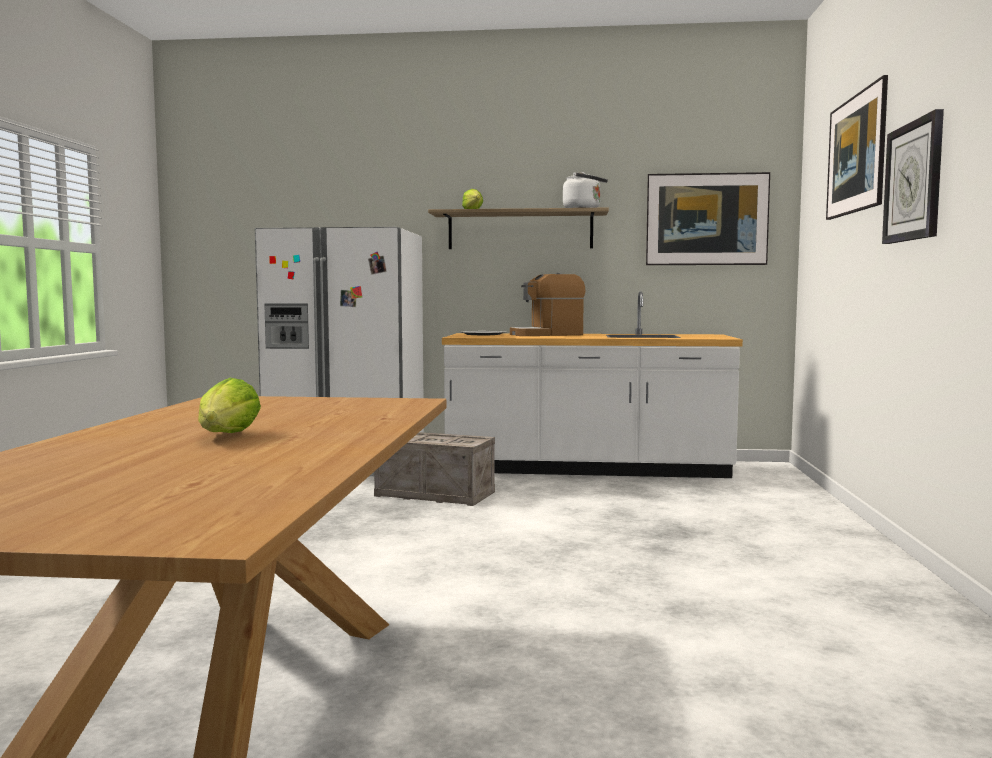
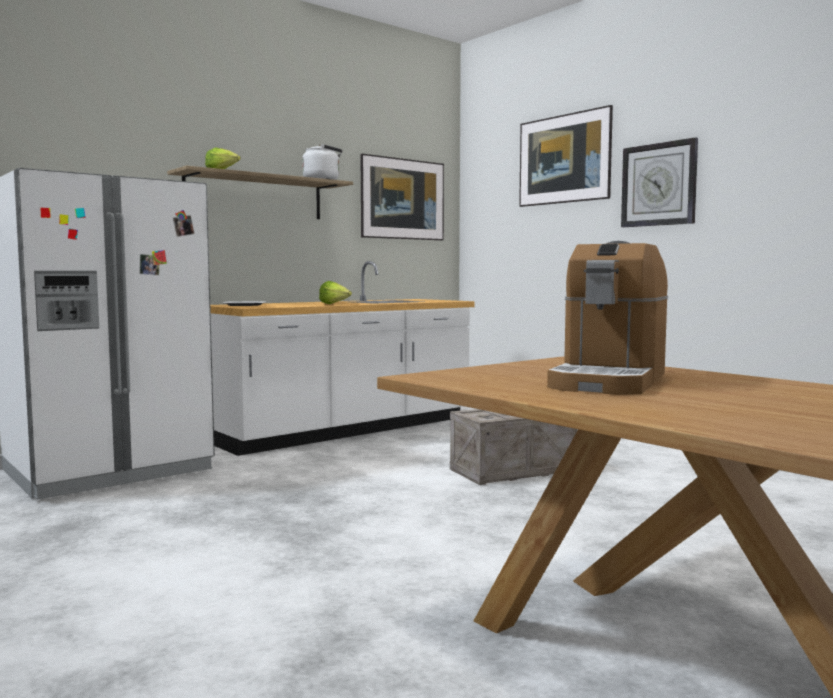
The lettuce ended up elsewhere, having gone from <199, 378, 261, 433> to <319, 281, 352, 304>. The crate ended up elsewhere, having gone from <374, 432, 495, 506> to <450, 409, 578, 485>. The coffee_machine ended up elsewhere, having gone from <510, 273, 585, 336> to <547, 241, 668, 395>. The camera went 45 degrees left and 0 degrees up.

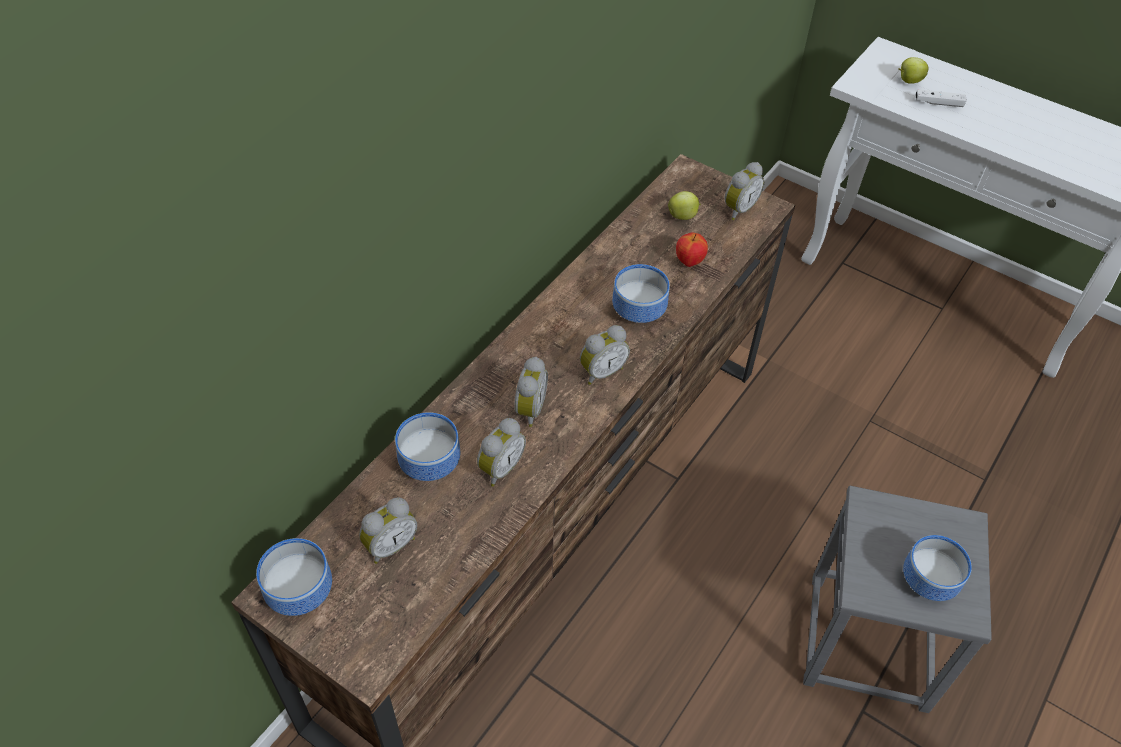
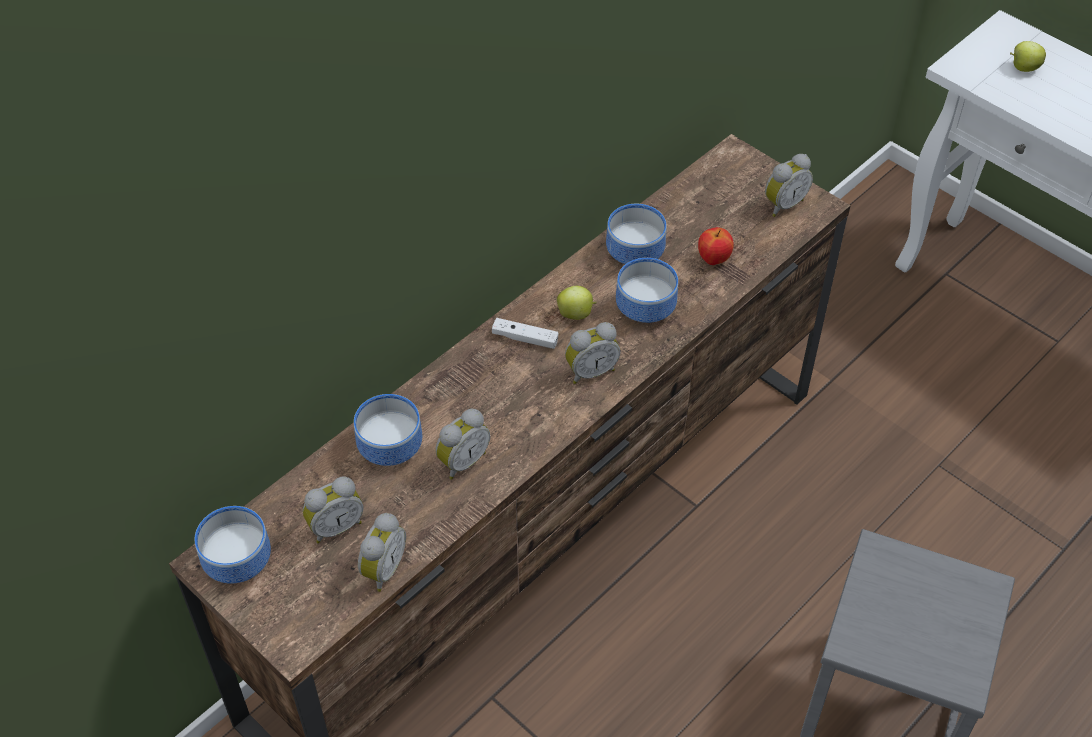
The alarm_clock ended up elsewhere, having gone from <514, 357, 548, 427> to <358, 513, 406, 592>. The white_game_controller ended up elsewhere, having gone from <916, 89, 967, 107> to <492, 318, 558, 349>. The apple ended up elsewhere, having gone from <668, 191, 701, 220> to <557, 286, 597, 320>. The bowl ended up elsewhere, having gone from <903, 535, 972, 601> to <606, 204, 667, 264>. The camera went 10 degrees right and 0 degrees up.

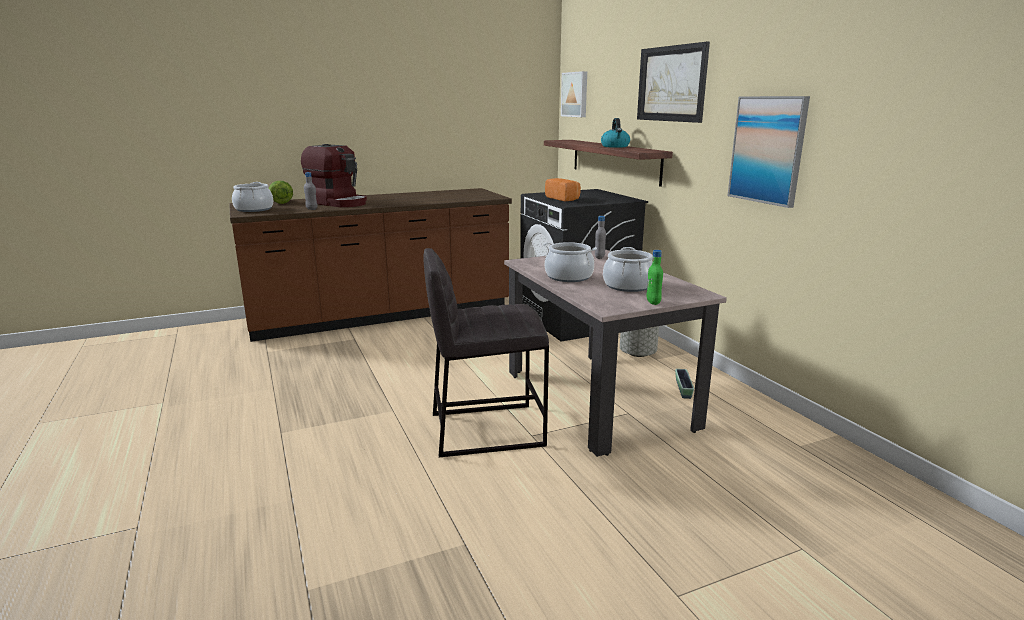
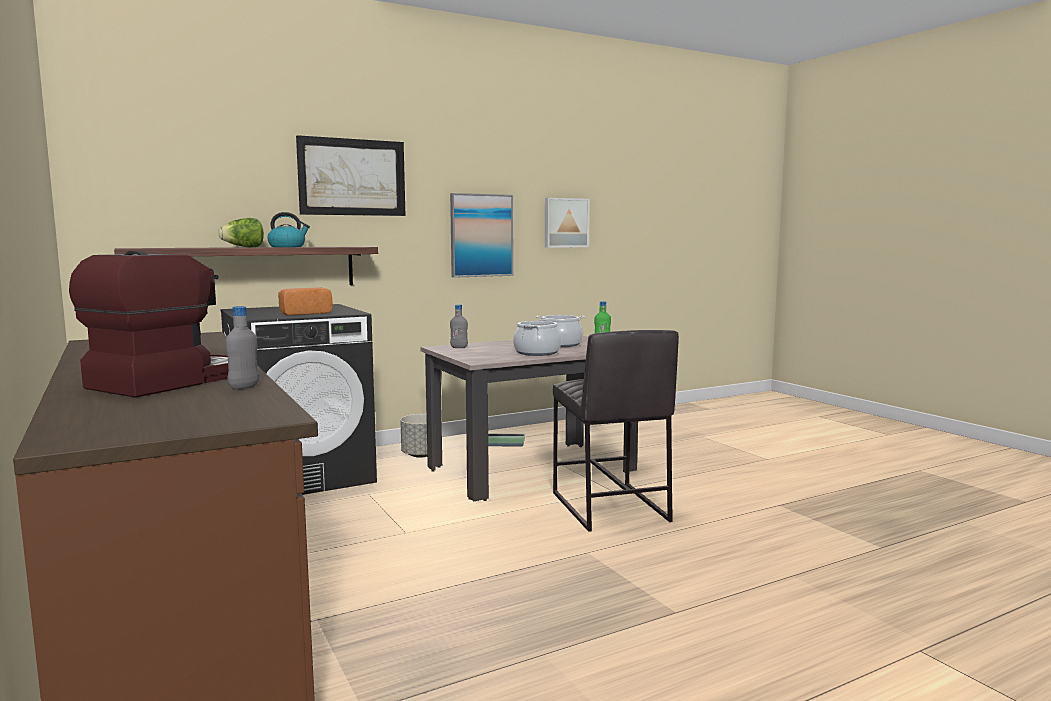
The lettuce ended up elsewhere, having gone from <269, 181, 293, 204> to <219, 218, 264, 247>. The picture ended up elsewhere, having gone from <561, 71, 587, 117> to <545, 198, 589, 248>. The second view lost the cooking_pot at <232, 182, 273, 212>. The camera went 95 degrees left and 10 degrees down.

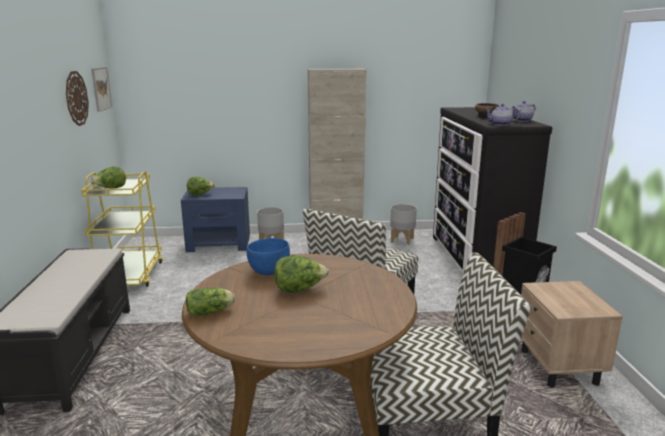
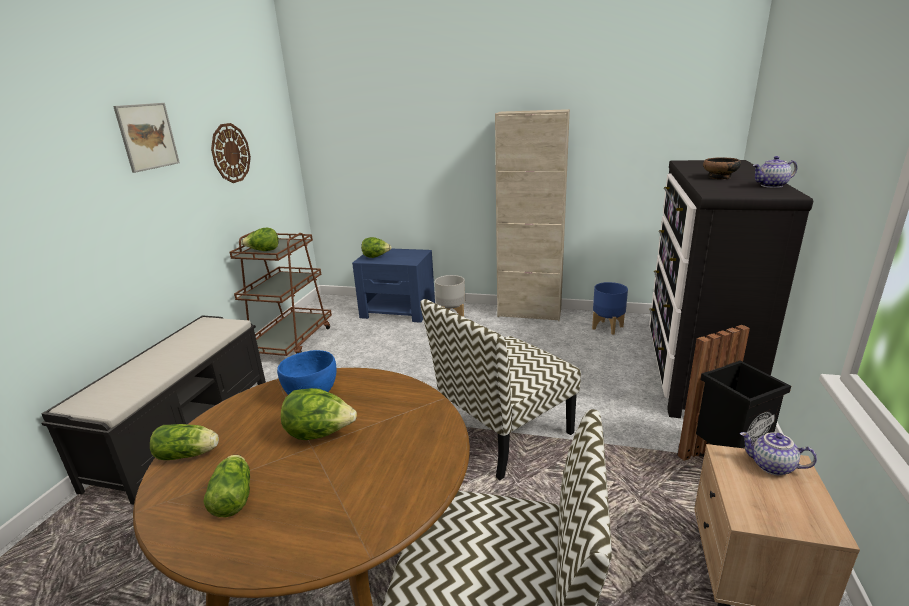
The picture ended up elsewhere, having gone from <91, 67, 112, 112> to <113, 103, 180, 173>. The second view gained the lettuce at <203, 455, 250, 517>. What was the yellow_cart at <81, 171, 163, 287> turned into the brown_cart at <229, 231, 332, 356>. What was the grey_planter at <390, 204, 417, 245> turned into the blue_planter at <592, 282, 628, 335>. The teapot ended up elsewhere, having gone from <485, 104, 520, 126> to <740, 432, 817, 476>. The camera went 20 degrees right and 5 degrees up.

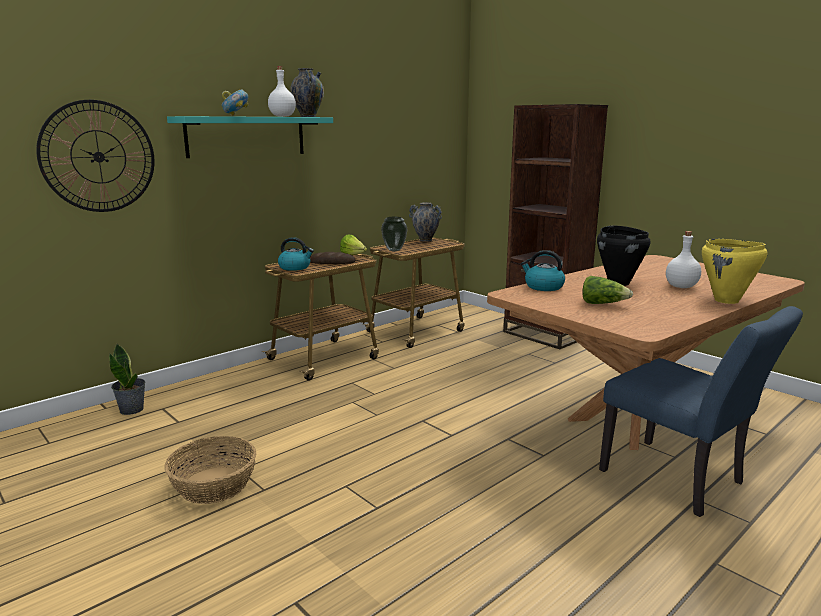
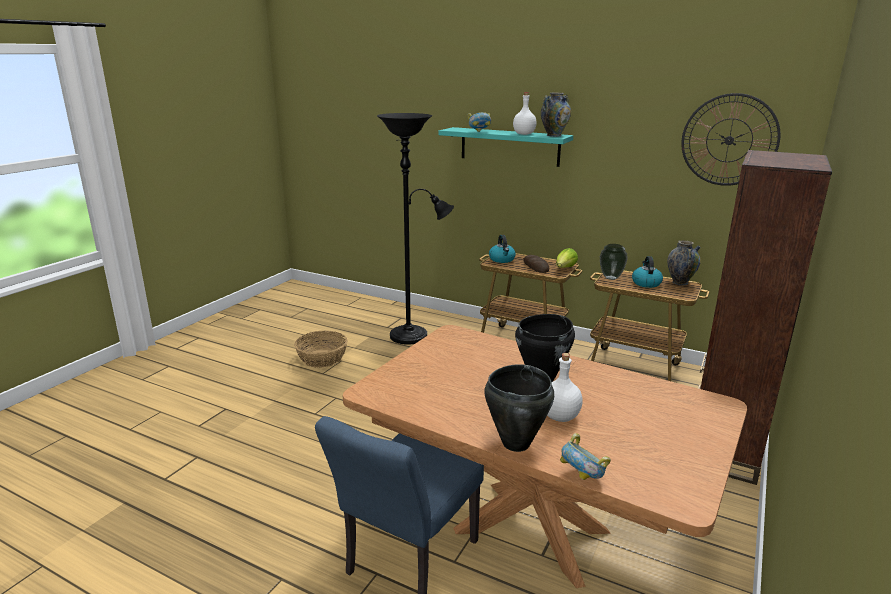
The second view gained the black_floor_lamp at <377, 113, 454, 345>. What was the yellow_cooking_pot at <702, 239, 768, 304> turned into the black_cooking_pot at <484, 364, 554, 452>. The second view gained the bowl at <560, 433, 611, 480>. The kettle ended up elsewhere, having gone from <521, 250, 565, 291> to <632, 256, 663, 288>. The wall_clock ended up elsewhere, having gone from <36, 100, 155, 212> to <681, 93, 781, 186>. The second view lost the potted_plant at <109, 344, 145, 415>. The second view lost the lettuce at <582, 276, 633, 304>. The camera went 70 degrees right and 5 degrees up.

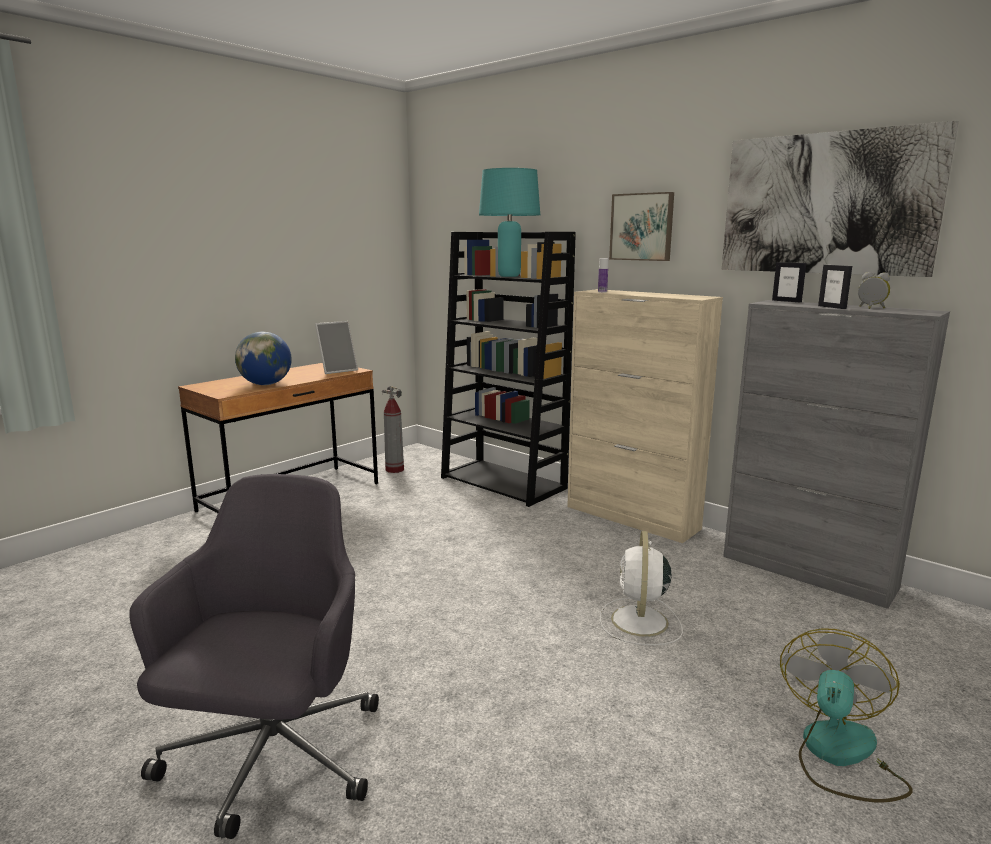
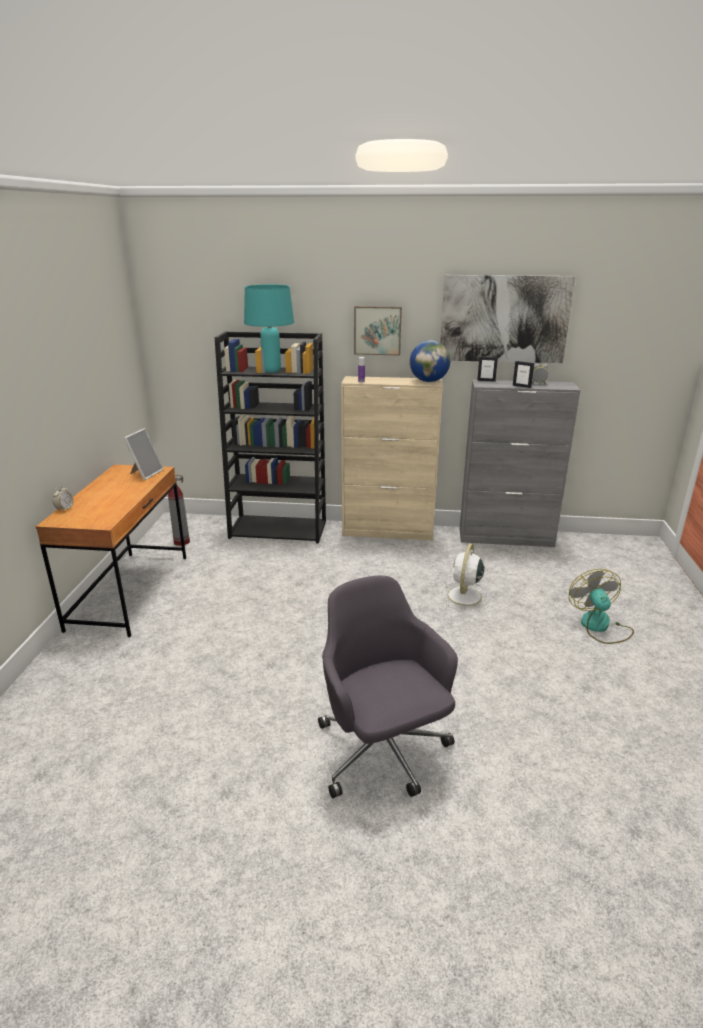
The second view gained the alarm_clock at <53, 486, 74, 511>. The globe ended up elsewhere, having gone from <235, 332, 292, 385> to <410, 340, 450, 382>. The white_fan at <600, 531, 683, 645> ended up facing another way, 45 degrees clockwise from before. The camera went 35 degrees left and 10 degrees up.

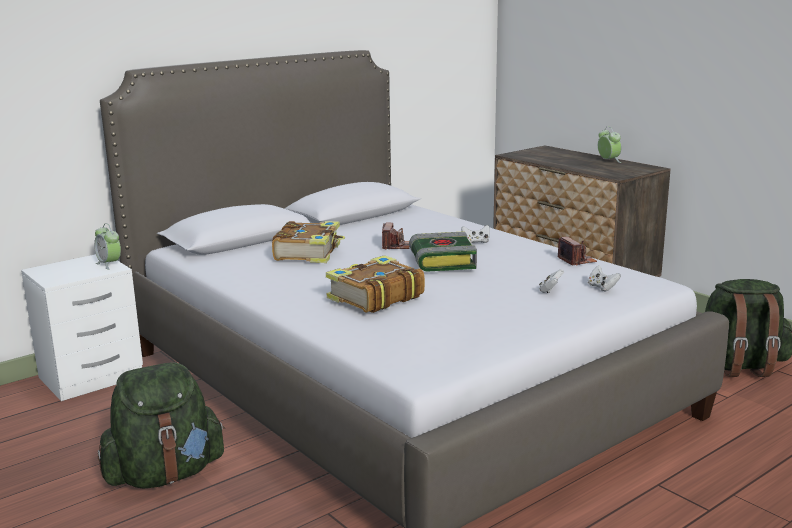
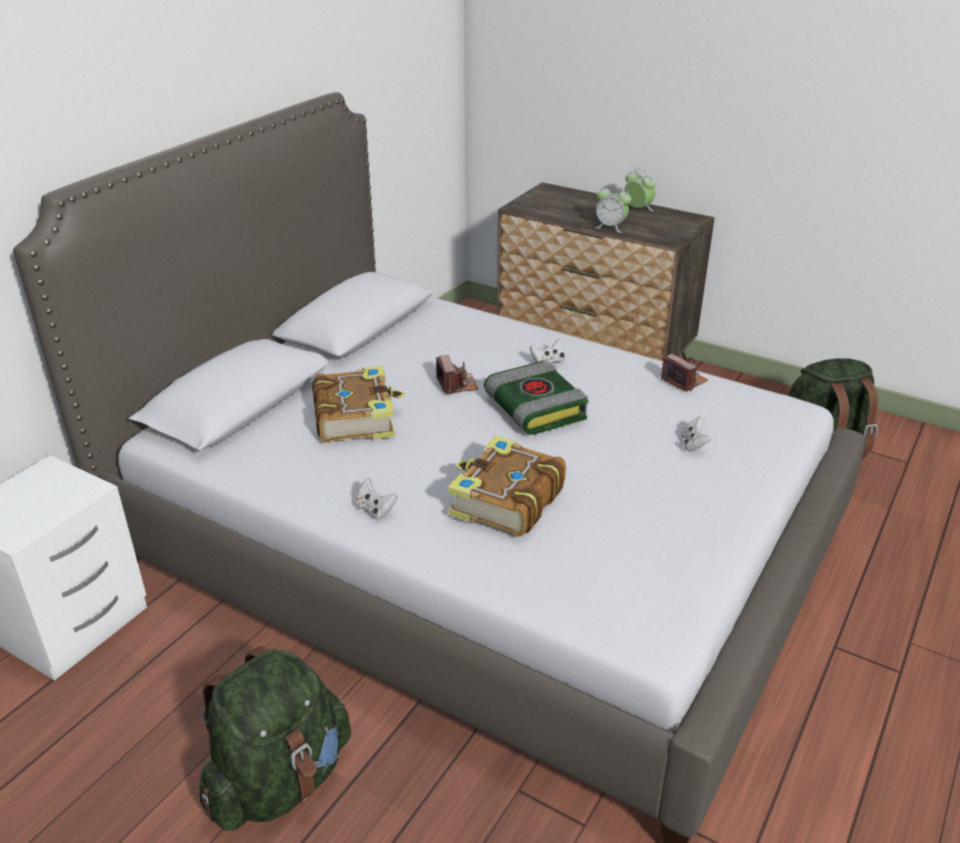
The white_game_controller ended up elsewhere, having gone from <588, 265, 621, 292> to <356, 478, 397, 520>. The alarm_clock ended up elsewhere, having gone from <94, 223, 121, 270> to <594, 184, 631, 233>. The camera went 20 degrees left and 15 degrees up.

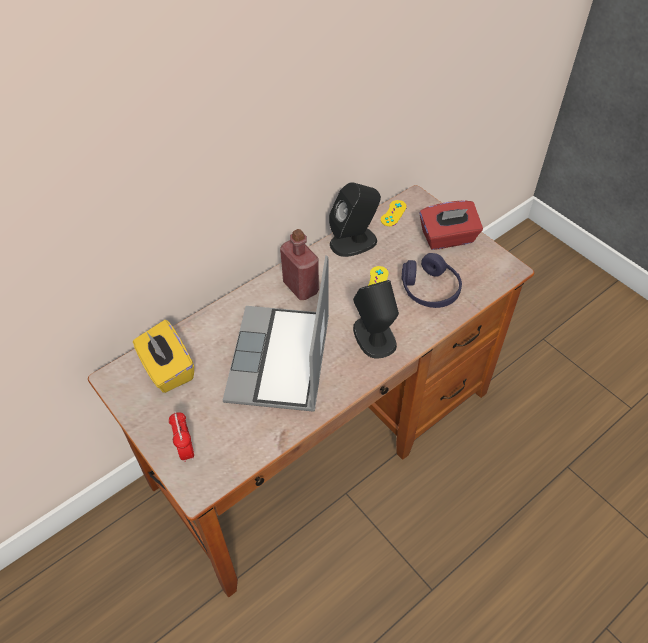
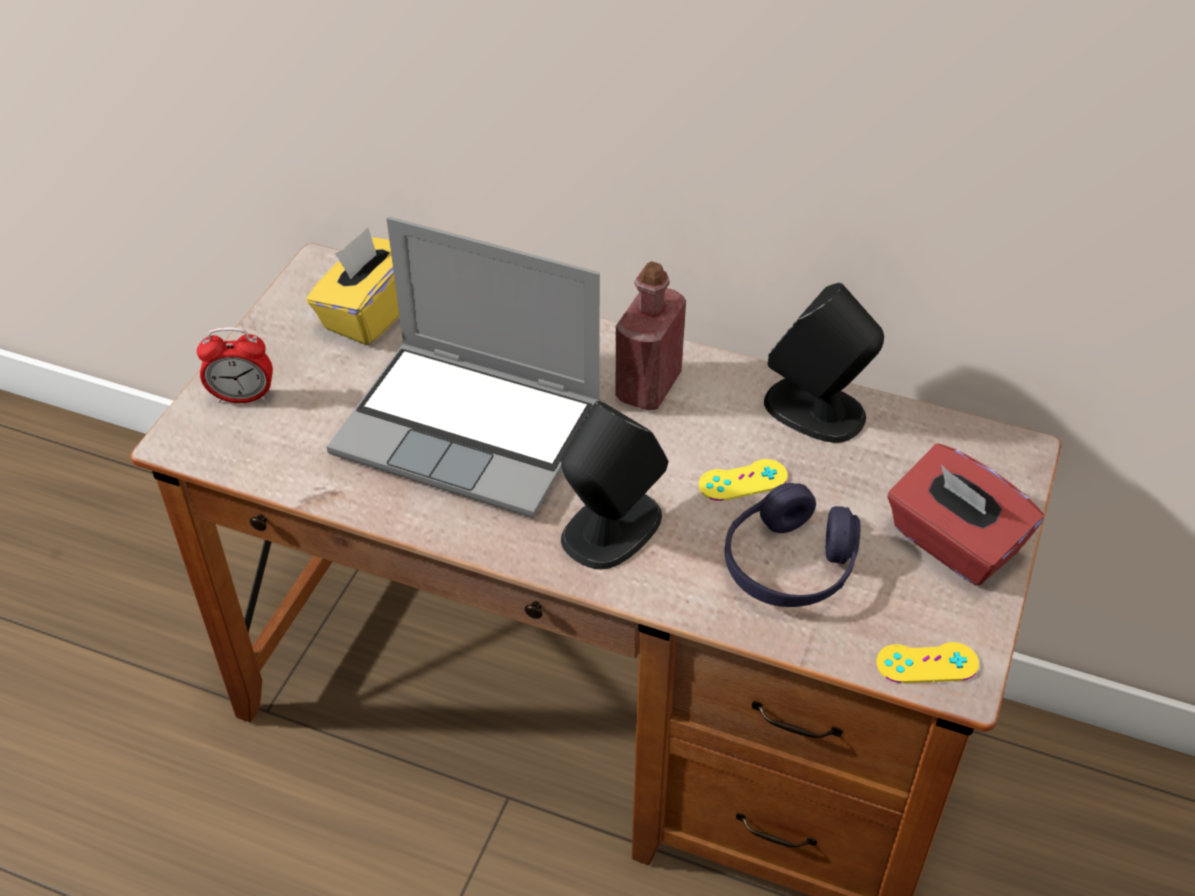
The alarm_clock at <169, 412, 194, 462> ended up facing another way, 45 degrees clockwise from before. The laptop at <223, 255, 329, 412> ended up facing another way, 135 degrees counterclockwise from before. The yellow_game_controller ended up elsewhere, having gone from <381, 200, 407, 226> to <876, 642, 979, 683>. The camera went 60 degrees right and 5 degrees down.

